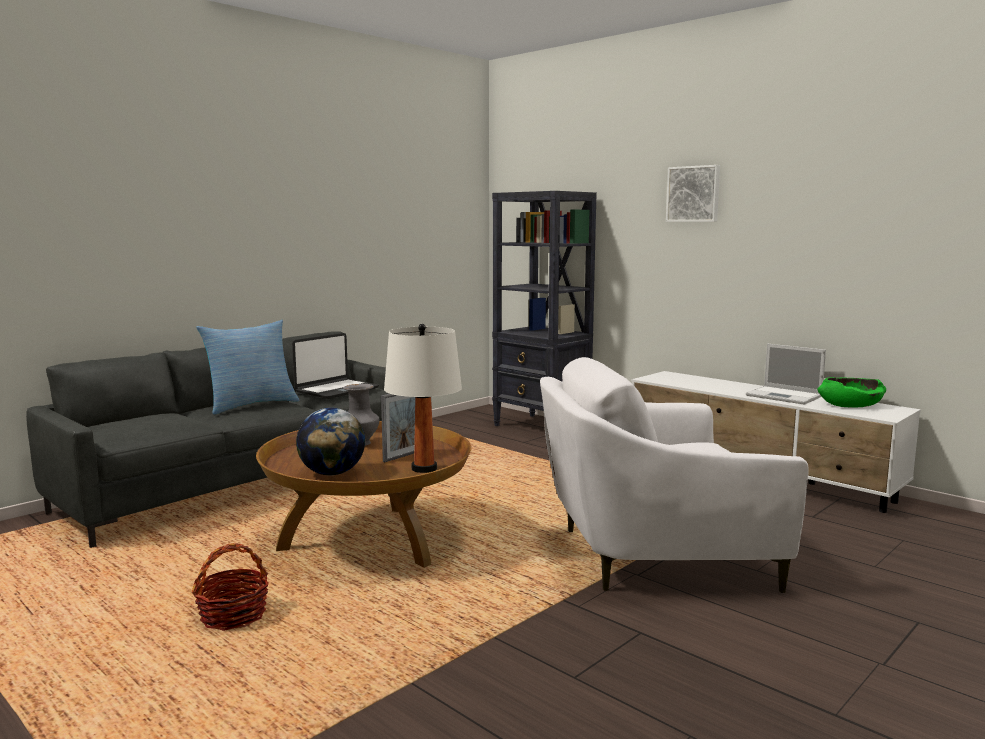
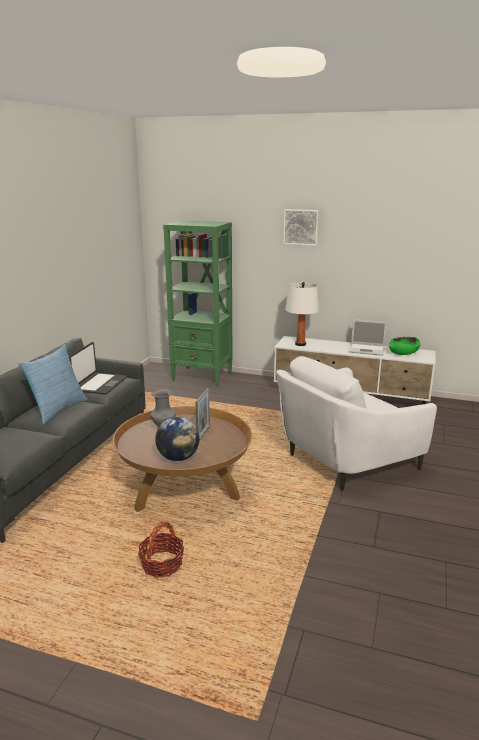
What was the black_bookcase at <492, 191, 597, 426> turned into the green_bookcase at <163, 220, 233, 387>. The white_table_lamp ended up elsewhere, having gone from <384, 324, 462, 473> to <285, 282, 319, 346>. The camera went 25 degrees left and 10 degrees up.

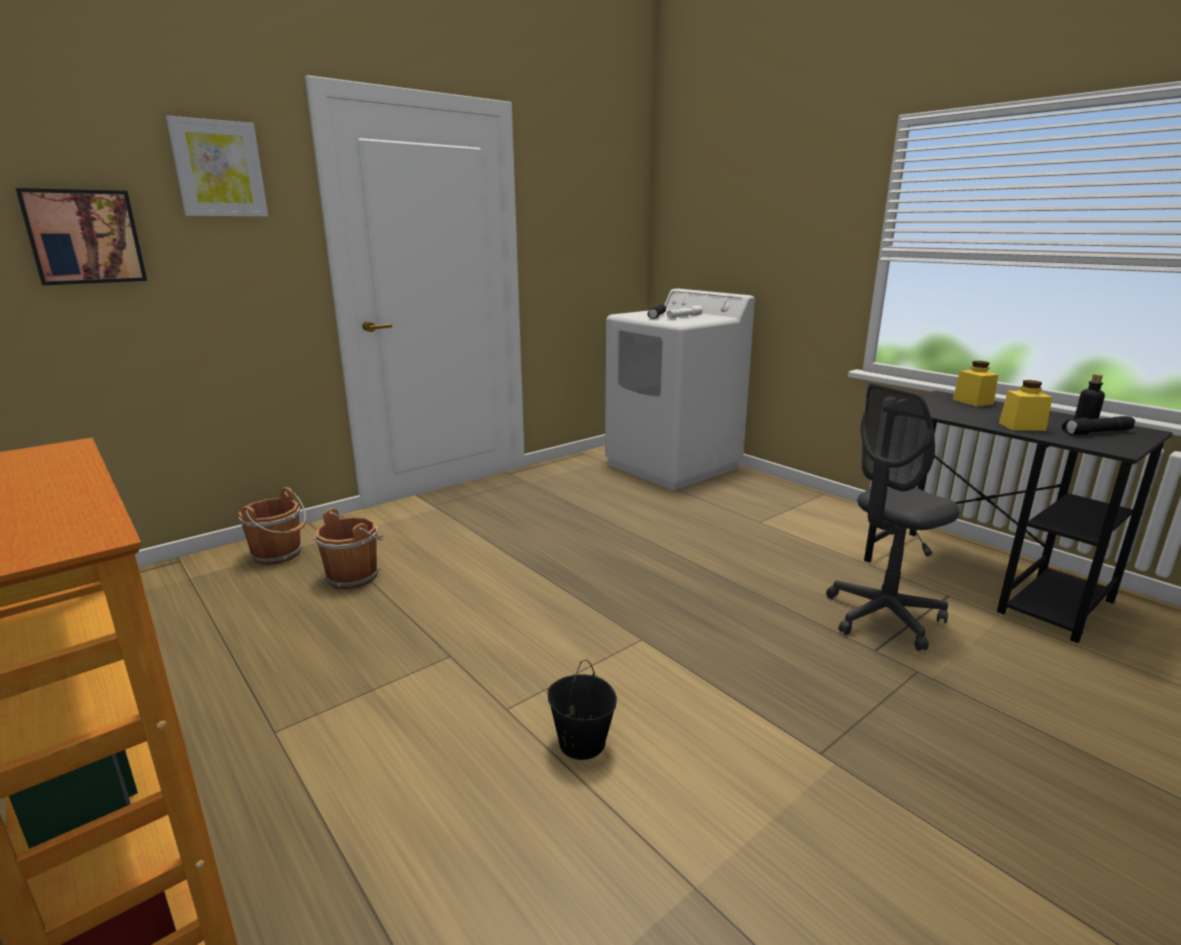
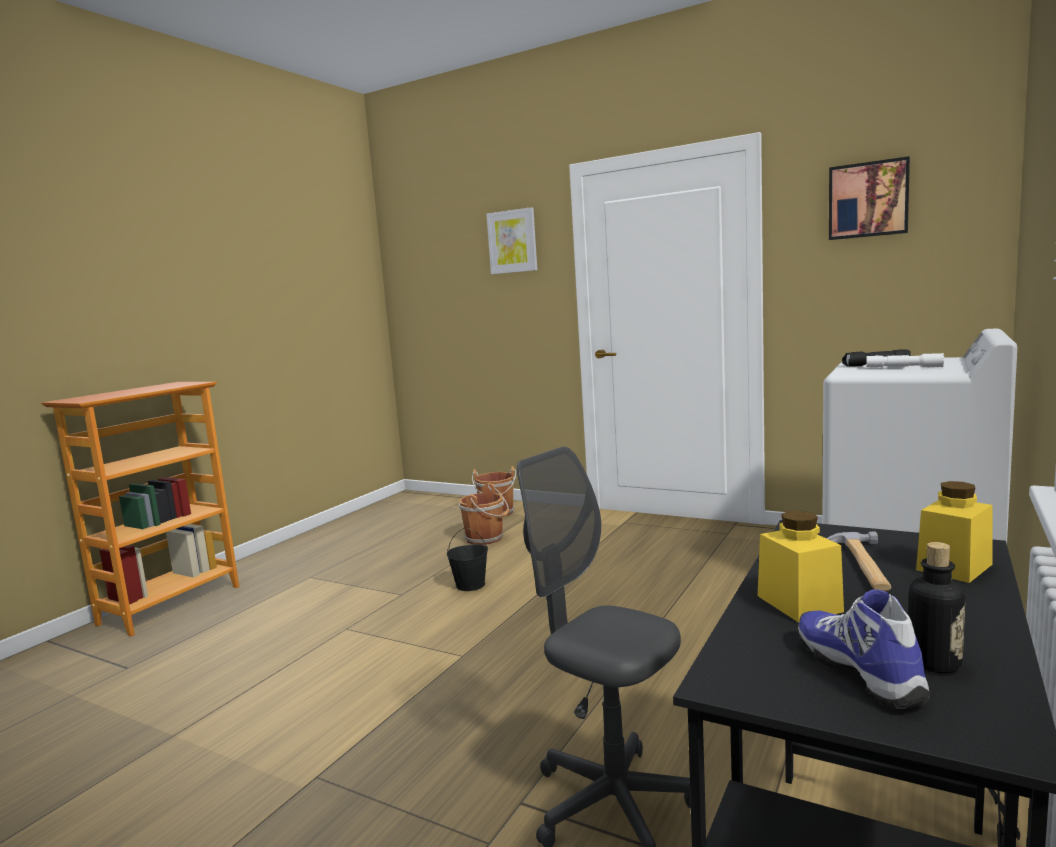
The black_bucket ended up elsewhere, having gone from <547, 660, 617, 760> to <447, 527, 488, 591>. Where the black_flashlight stood at <1062, 416, 1135, 435>, the shoe came to stand at <798, 589, 930, 709>. The second view gained the hammer at <827, 531, 891, 592>. The picture ended up elsewhere, having gone from <15, 188, 147, 285> to <829, 156, 910, 240>. The camera went 70 degrees right and 10 degrees down.

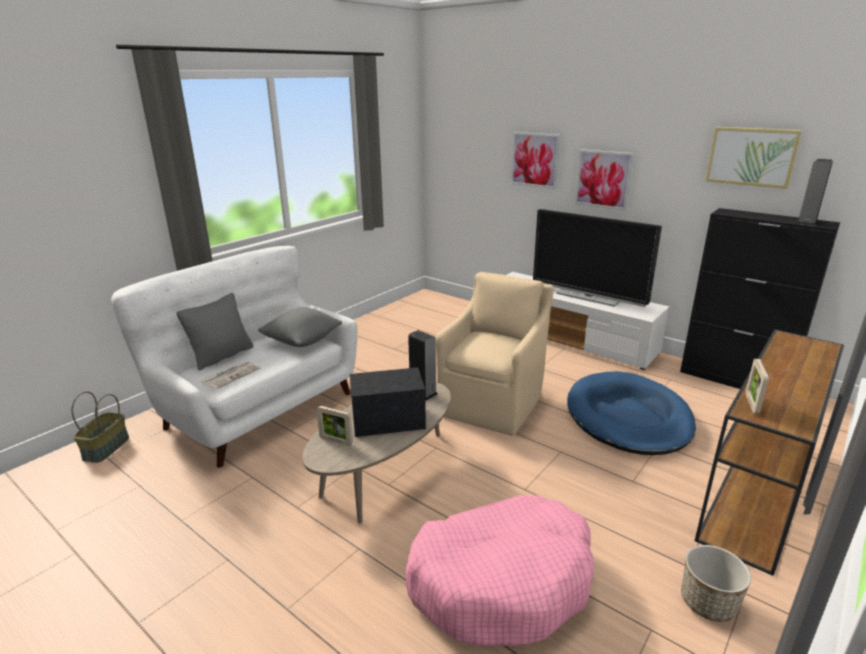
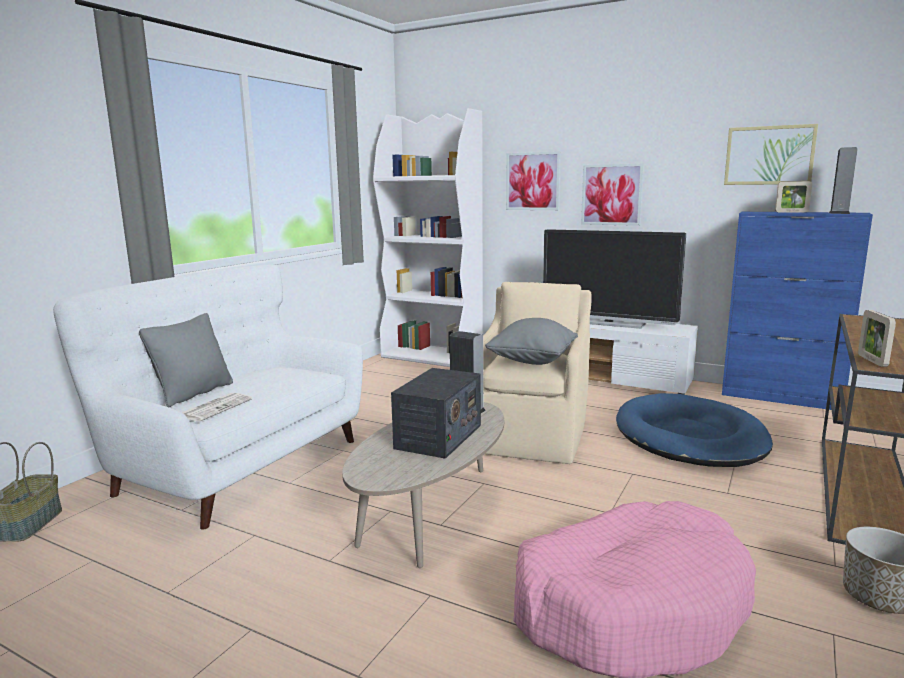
The second view gained the white_bookcase at <373, 108, 483, 367>. The radio at <350, 367, 426, 437> ended up facing another way, 135 degrees clockwise from before. The grey_pillow ended up elsewhere, having gone from <258, 307, 342, 347> to <485, 318, 578, 365>. What was the black_cabinet at <680, 208, 840, 389> turned into the blue_cabinet at <722, 212, 873, 410>. The picture_frame ended up elsewhere, having gone from <317, 406, 353, 446> to <775, 181, 812, 213>. The camera went 10 degrees left and 10 degrees down.

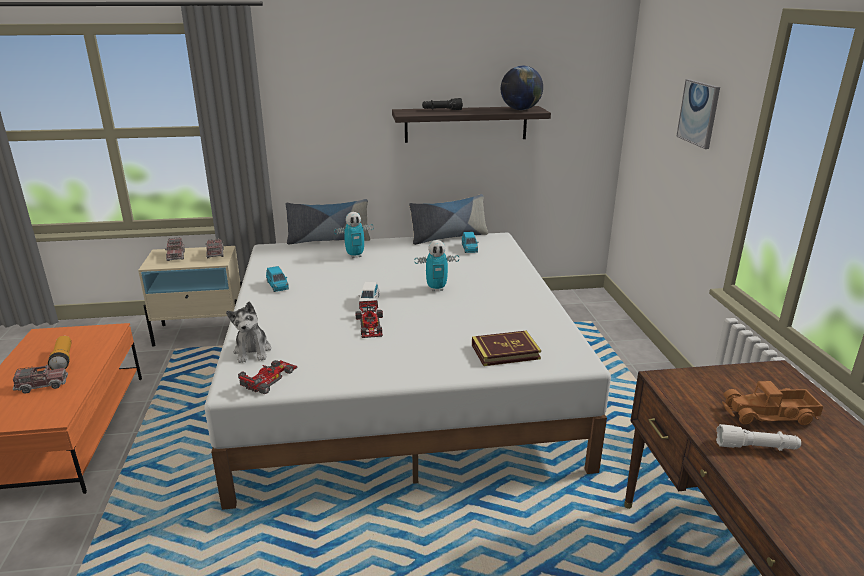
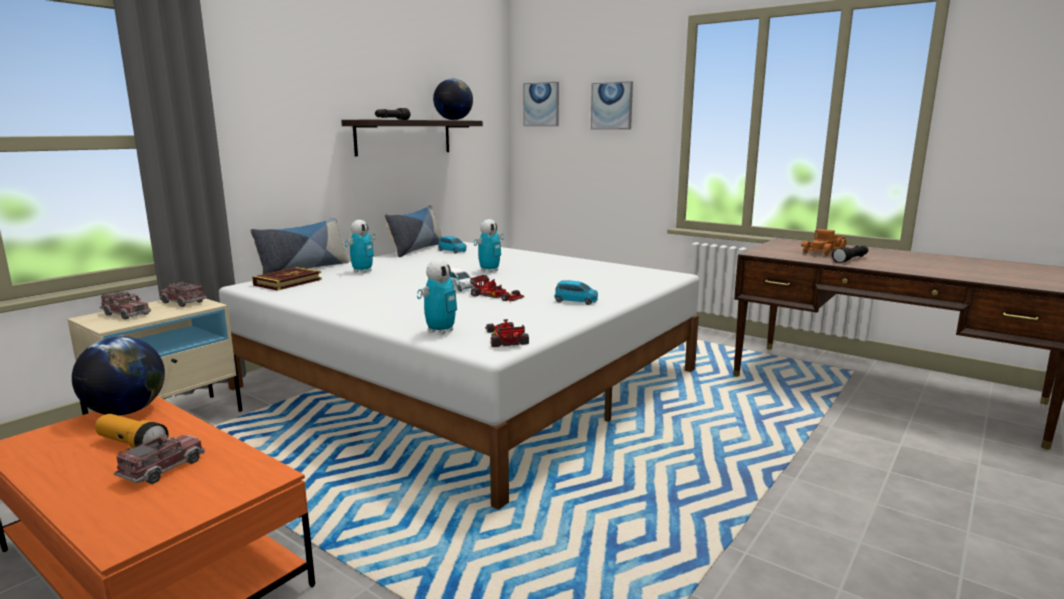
The second view gained the globe at <72, 336, 165, 415>. The book ended up elsewhere, having gone from <472, 330, 541, 366> to <252, 267, 322, 291>. Where the plush_toy stood at <226, 302, 271, 363>, the toy_robot came to stand at <417, 259, 460, 335>. The second view gained the picture at <523, 82, 559, 126>. The blue_toy_car ended up elsewhere, having gone from <266, 266, 289, 292> to <554, 280, 598, 305>. What was the white_flashlight at <716, 424, 801, 451> turned into the black_flashlight at <832, 246, 868, 263>. The camera went 45 degrees left and 10 degrees down.

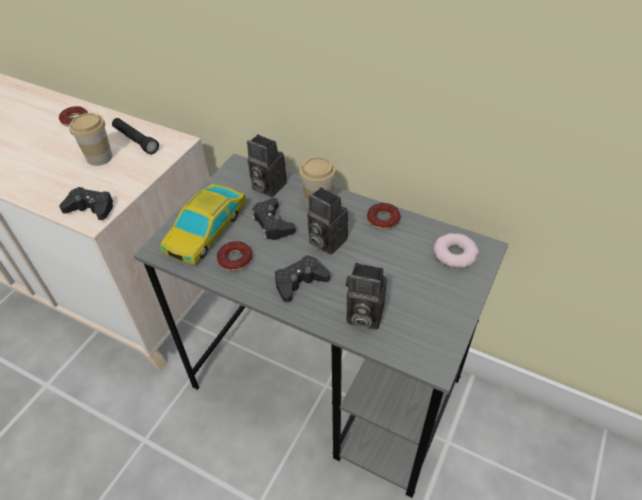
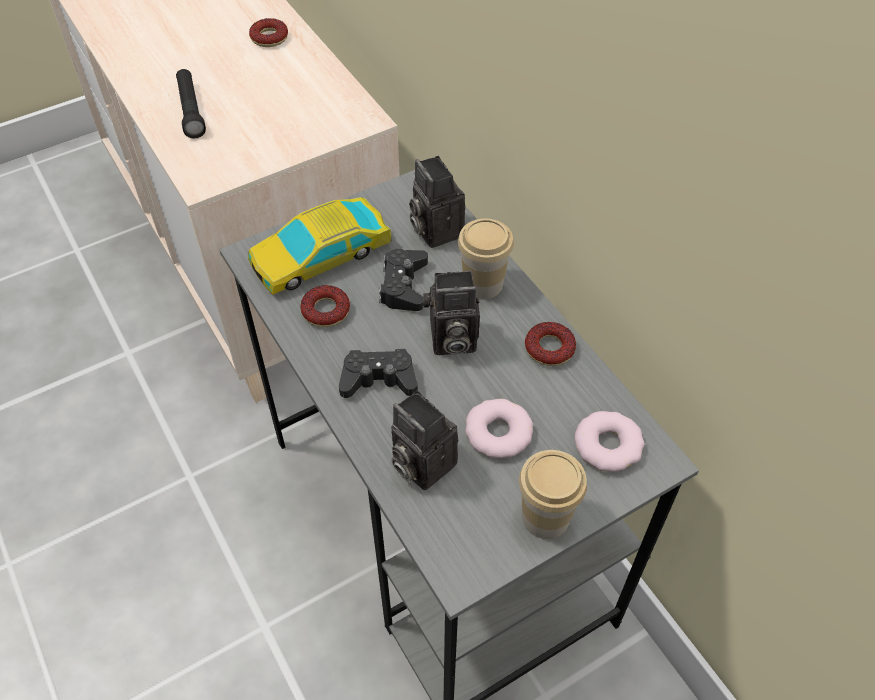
The black_flashlight ended up elsewhere, having gone from <112, 118, 159, 155> to <176, 69, 206, 138>. The photo_camera at <307, 187, 348, 255> ended up facing another way, 75 degrees counterclockwise from before. The second view gained the donut at <465, 399, 533, 459>. The cup ended up elsewhere, having gone from <69, 113, 113, 166> to <519, 450, 587, 539>. The second view lost the black_game_controller at <59, 187, 113, 220>. The camera went 30 degrees right and 5 degrees up.

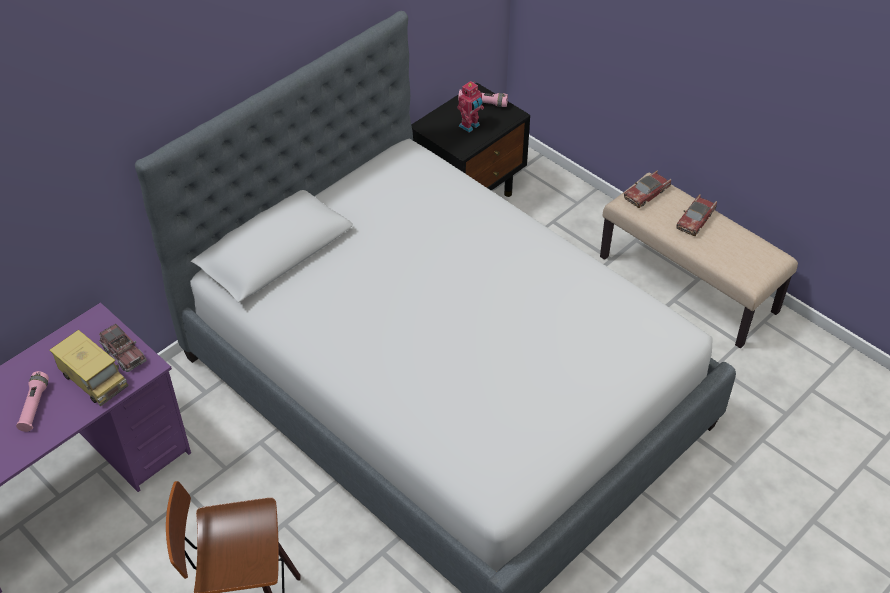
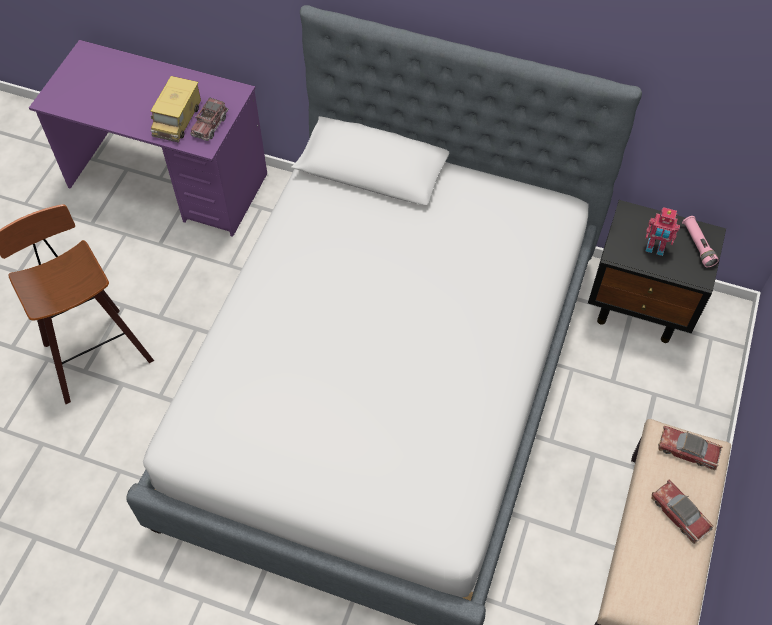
The toy_car at <676, 194, 717, 236> ended up facing another way, 45 degrees clockwise from before. The second view lost the pink_flashlight at <16, 371, 49, 432>. The camera went 65 degrees right and 10 degrees up.

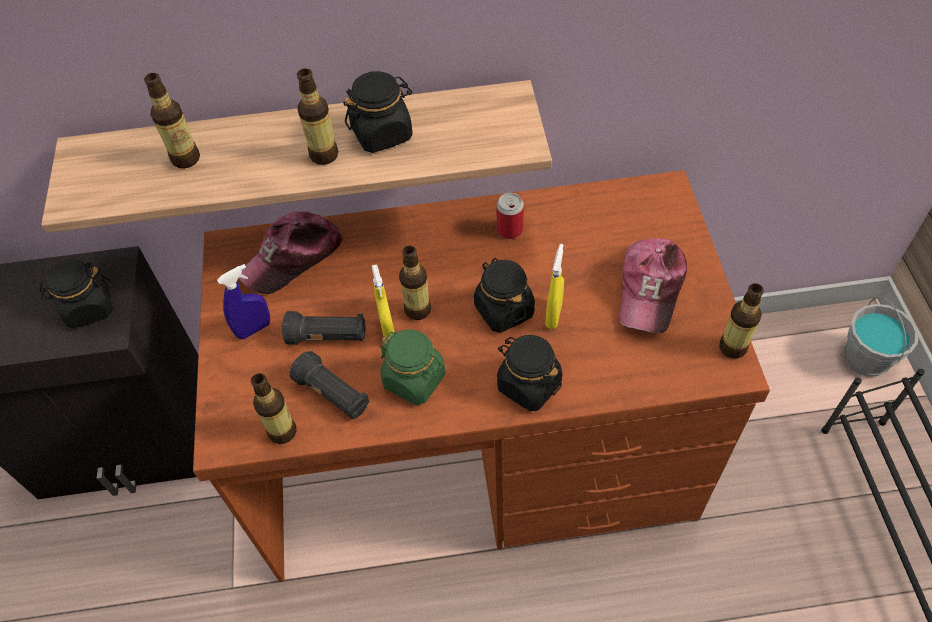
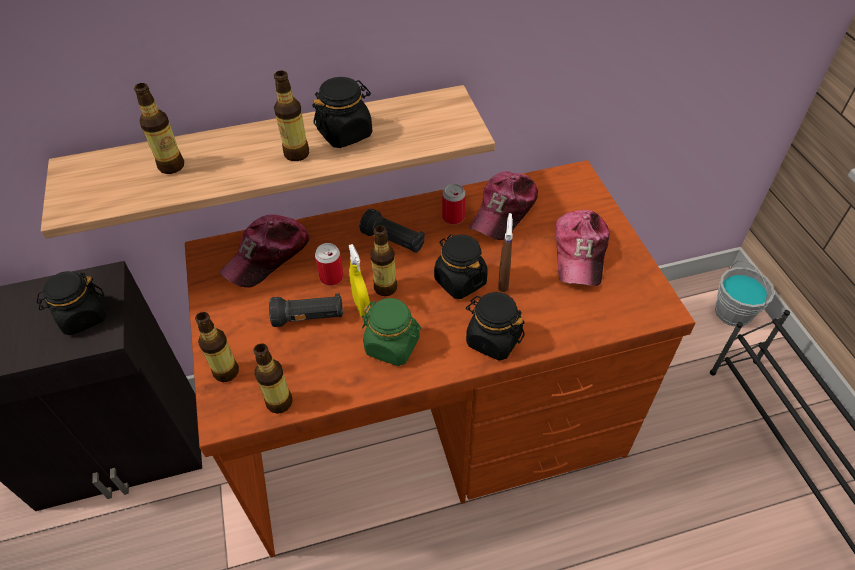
The bottle ended up elsewhere, having gone from <719, 283, 764, 359> to <195, 312, 239, 382>. The second view gained the can at <315, 243, 344, 286>. The black_flashlight ended up elsewhere, having gone from <290, 351, 369, 419> to <360, 208, 425, 253>. The second view gained the cap at <469, 171, 538, 240>. What was the yellow_spray_bottle at <545, 244, 564, 329> turned into the brown_spray_bottle at <498, 213, 513, 292>. The second view lost the blue_spray_bottle at <217, 264, 270, 339>. The camera went 10 degrees left and 5 degrees down.

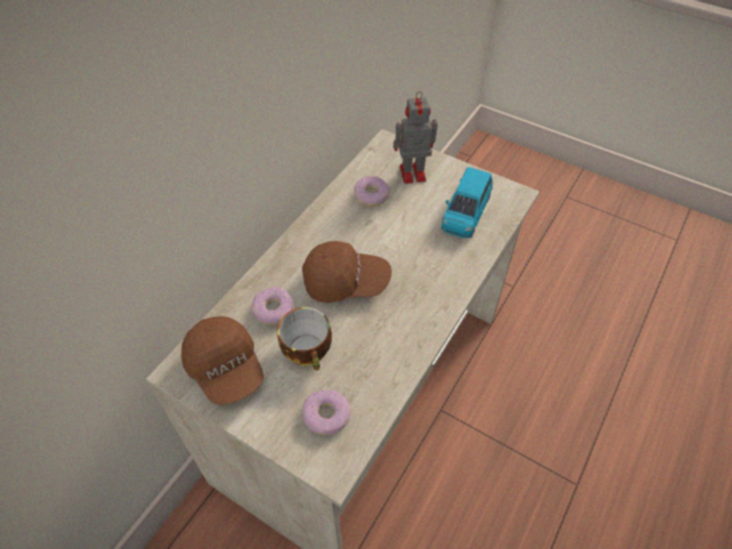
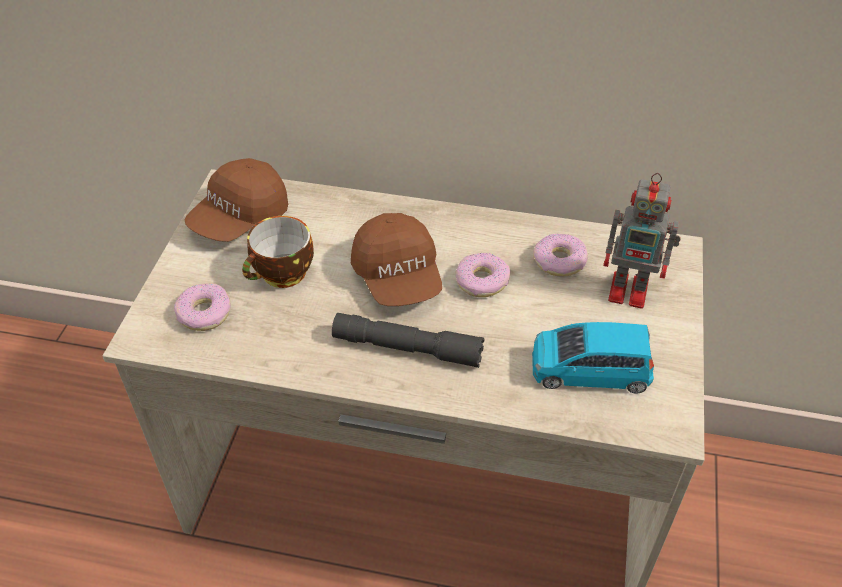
The second view gained the grey_flashlight at <332, 313, 484, 368>. The donut ended up elsewhere, having gone from <252, 287, 294, 325> to <455, 253, 510, 297>. The toy_robot at <393, 91, 437, 184> ended up facing another way, 135 degrees clockwise from before. The camera went 70 degrees right and 5 degrees down.

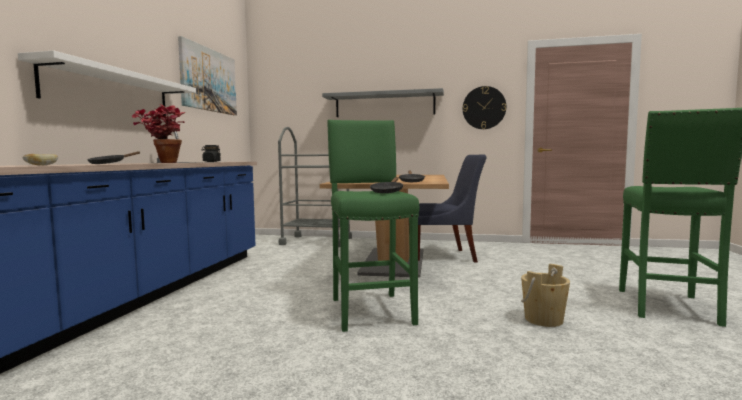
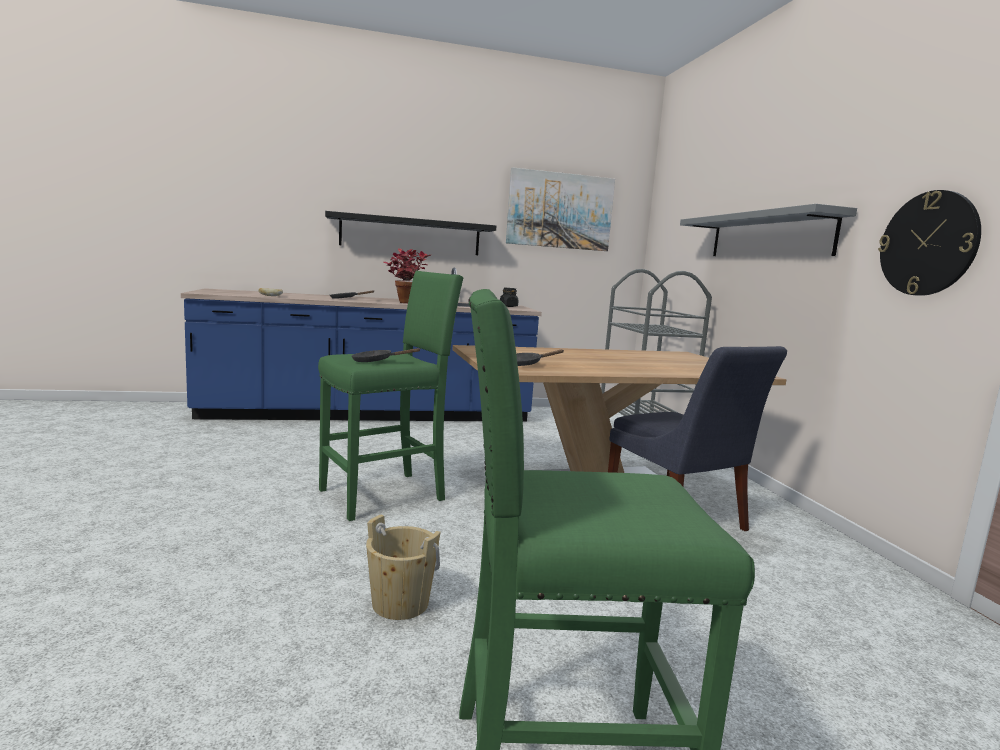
What was the white_shelf at <18, 50, 196, 116> turned into the black_shelf at <325, 211, 496, 255>. The camera went 65 degrees right and 5 degrees up.

